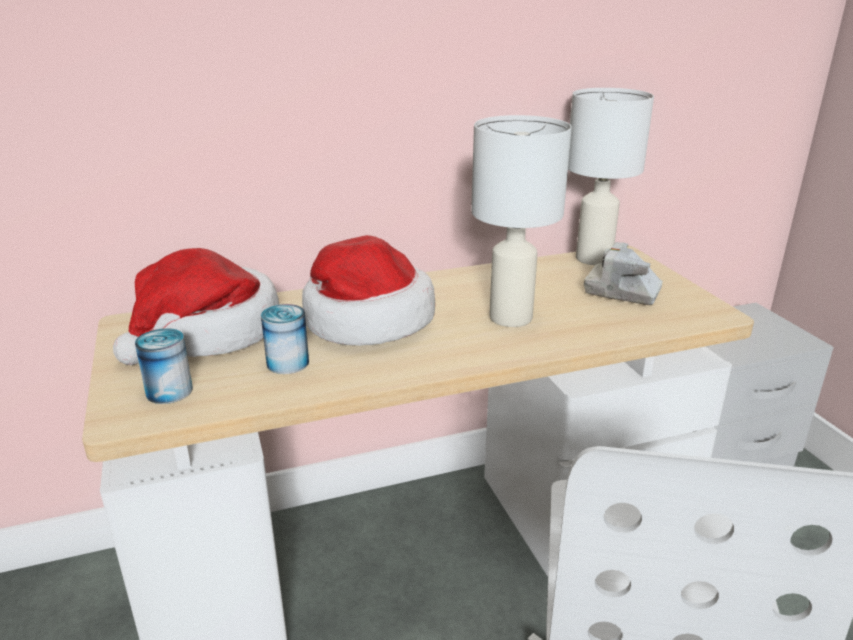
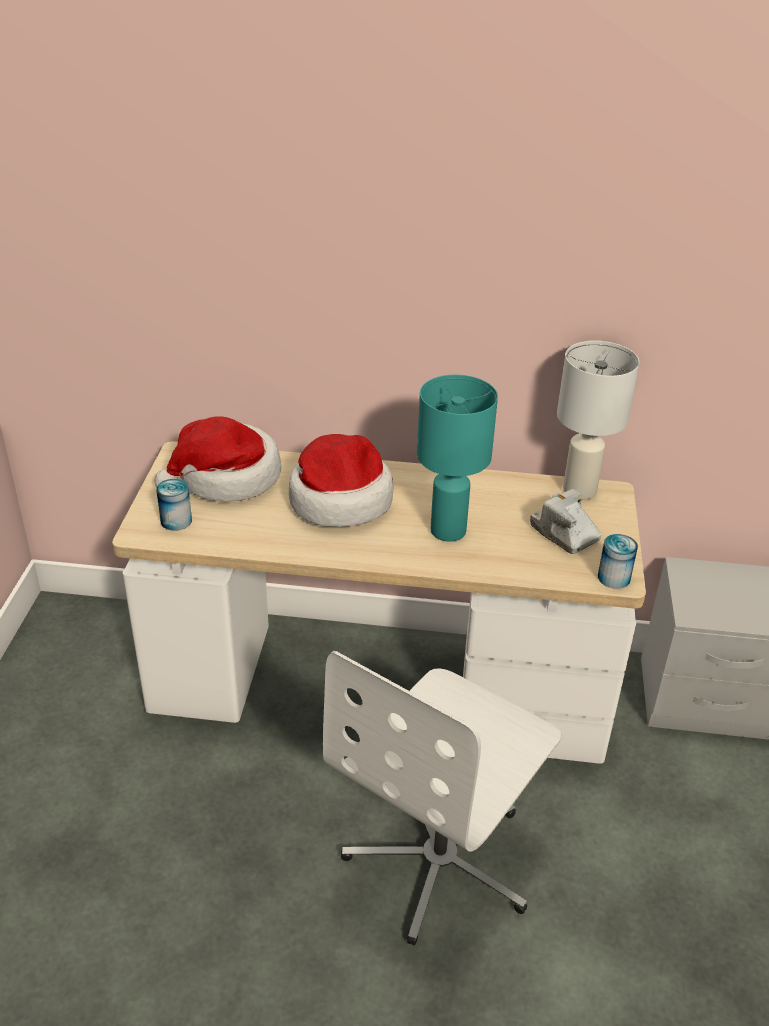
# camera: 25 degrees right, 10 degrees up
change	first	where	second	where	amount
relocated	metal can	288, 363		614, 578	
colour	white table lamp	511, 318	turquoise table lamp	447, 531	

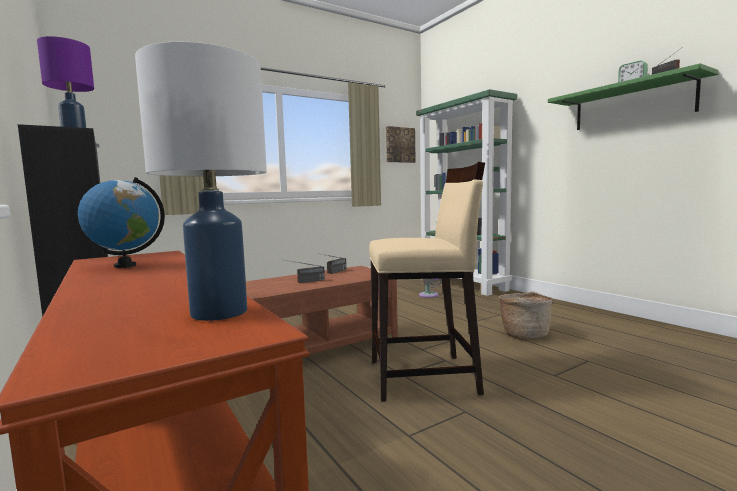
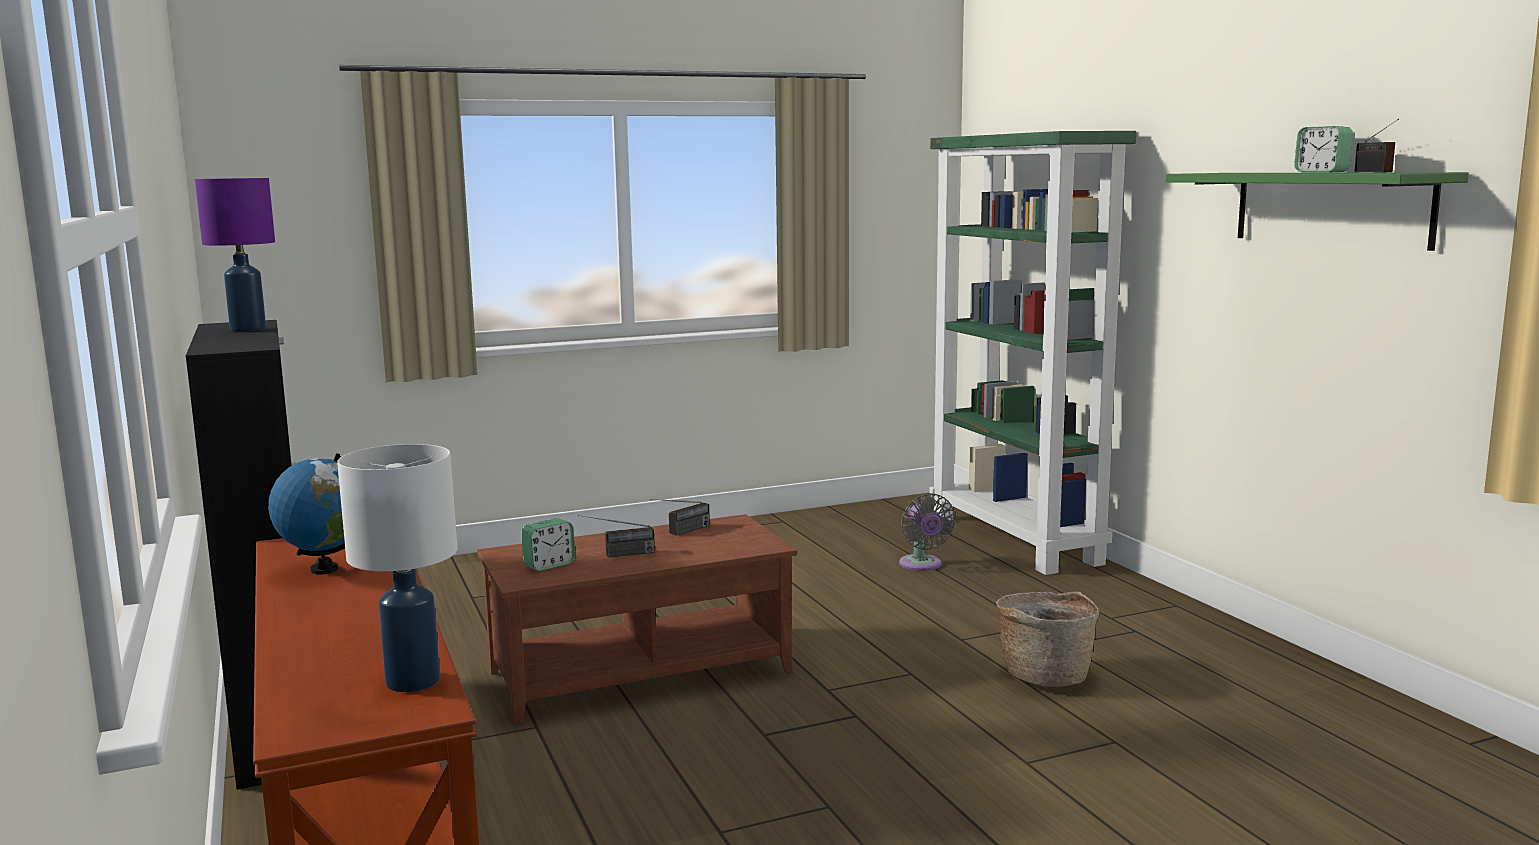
# camera: 10 degrees right, 5 degrees up
change	first	where	second	where	amount
missing	beige-coloured stool	424, 377			
missing	wall picture	400, 145			
appeared			table clock	549, 565	

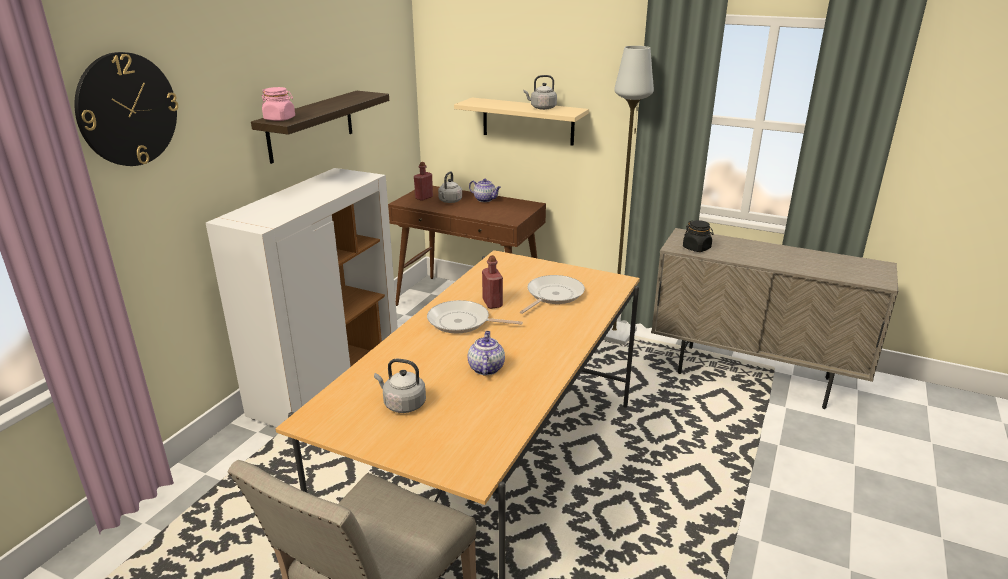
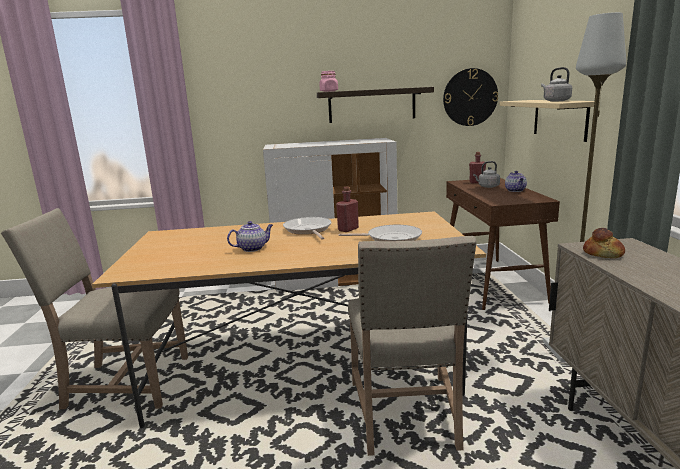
# camera: 60 degrees right, 10 degrees down
change	first	where	second	where	amount
relocated	wall clock	127, 110		470, 97	
missing	gray water kettle	402, 404			
exchanged	blackish jar	696, 248	baked bread	603, 253	
appeared			beige-coloured plain chair	406, 416	

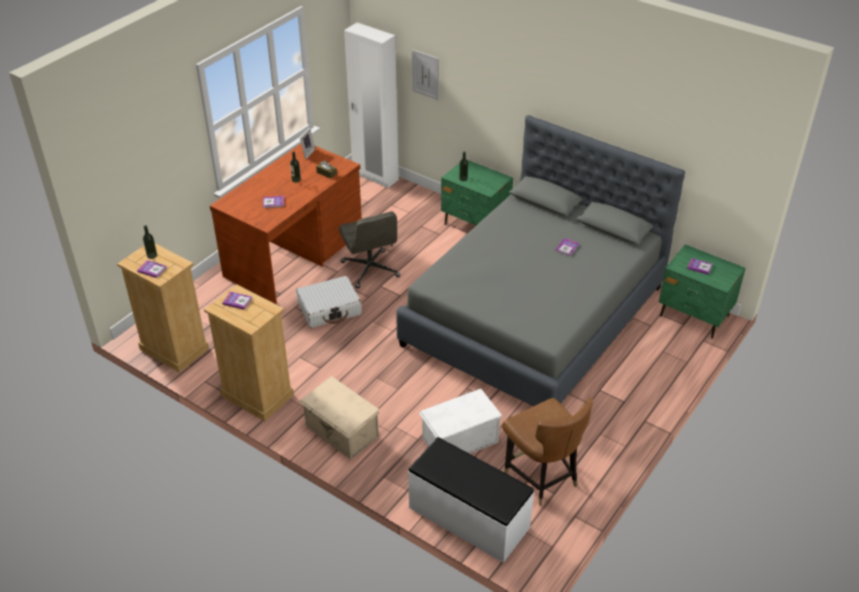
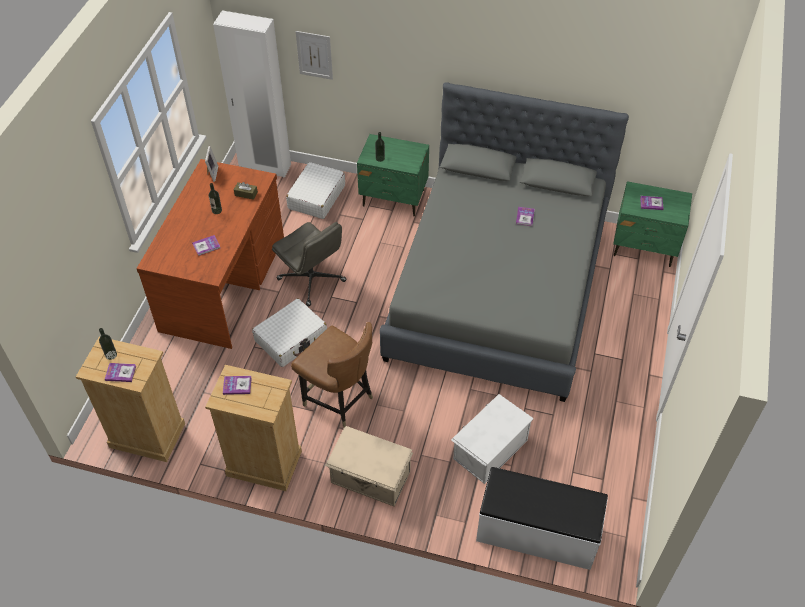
# camera: 20 degrees left, 10 degrees up
change	first	where	second	where	amount
relocated	brownish plain chair	542, 478		339, 399	
appeared			white piece of luggage	316, 197	

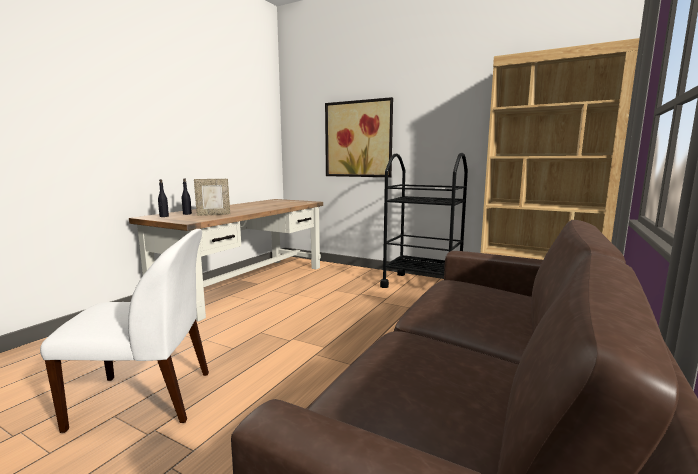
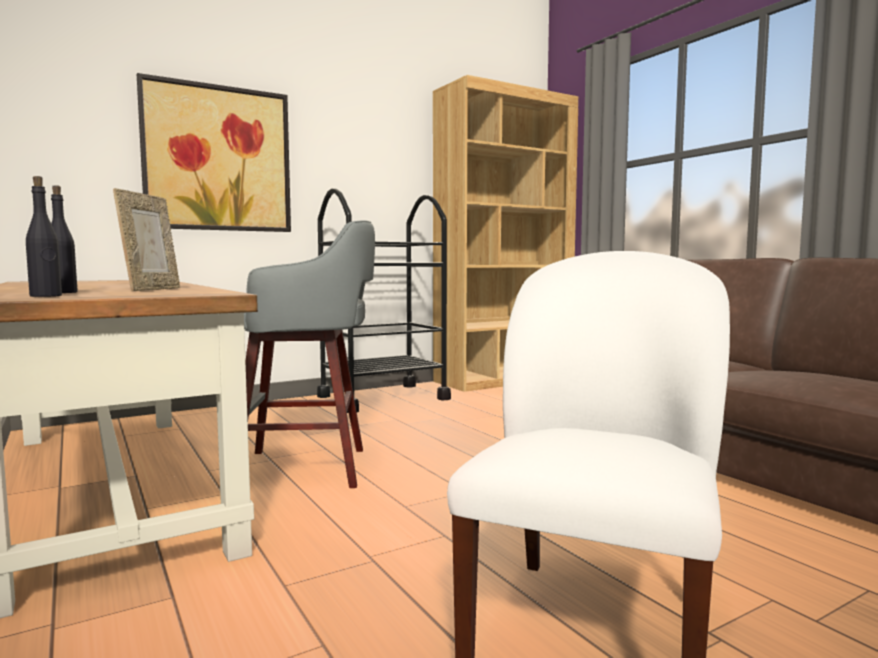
# camera: 60 degrees left, 5 degrees down
change	first	where	second	where	amount
appeared			gray stool	308, 468	

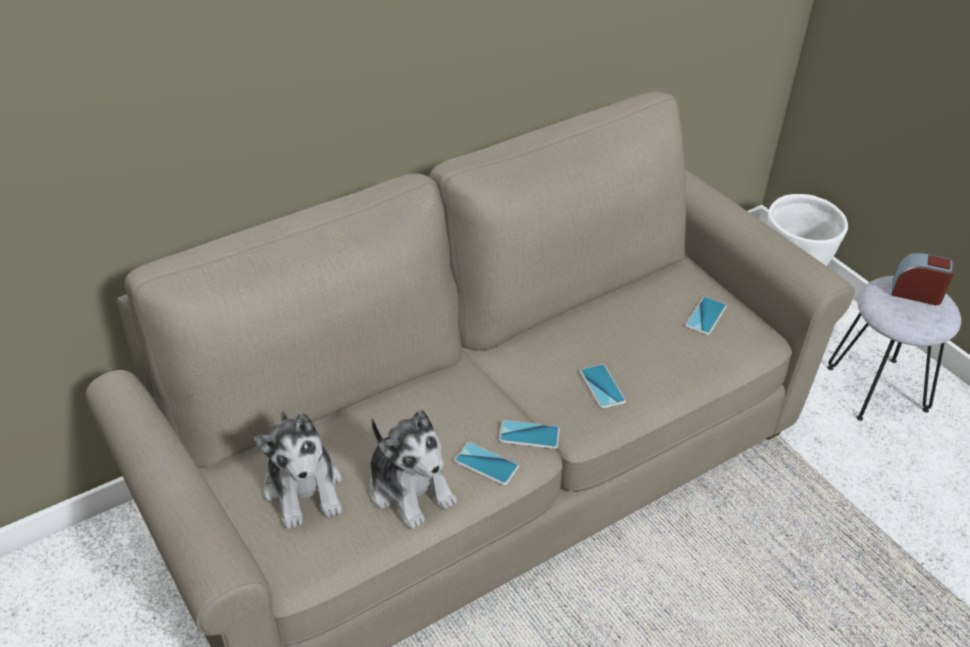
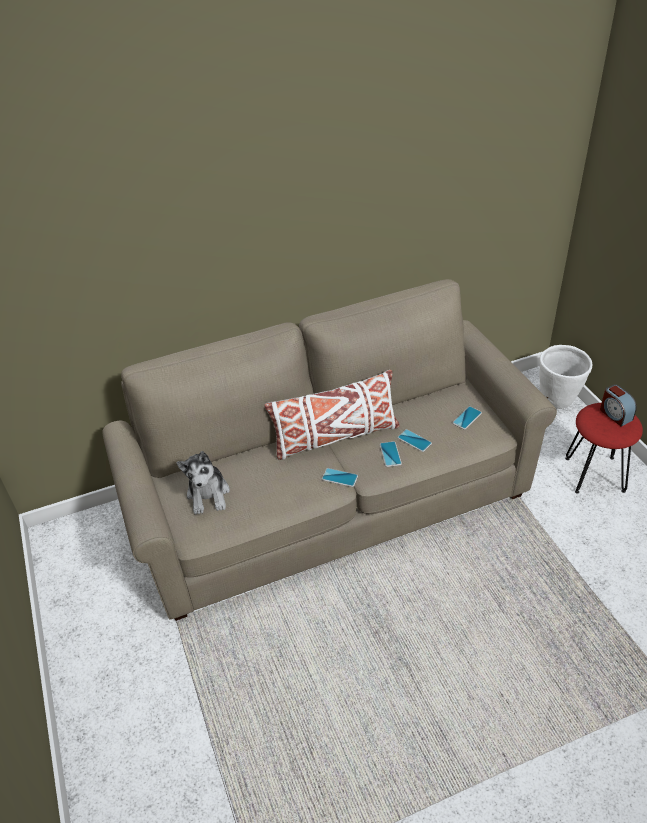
# camera: 15 degrees right, 0 degrees up
change	first	where	second	where	amount
missing	plush toy	410, 488			
relocated	telephone	486, 464		414, 441	
colour	gray stool	877, 388	red stool	595, 474	
spun	table clock	916, 292		615, 414	150 degrees counterclockwise
appeared			white cushion	335, 437	

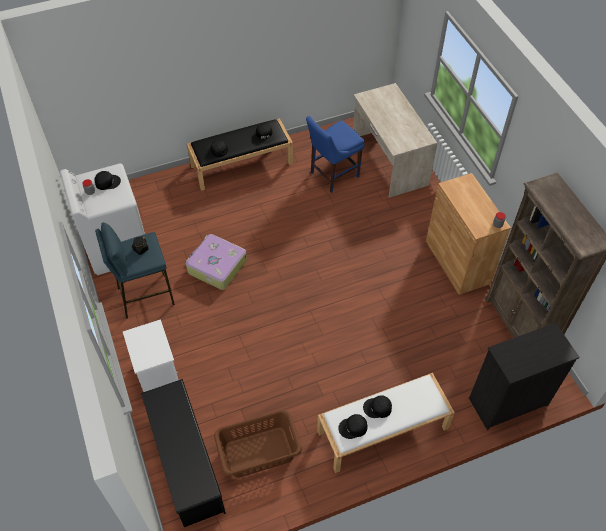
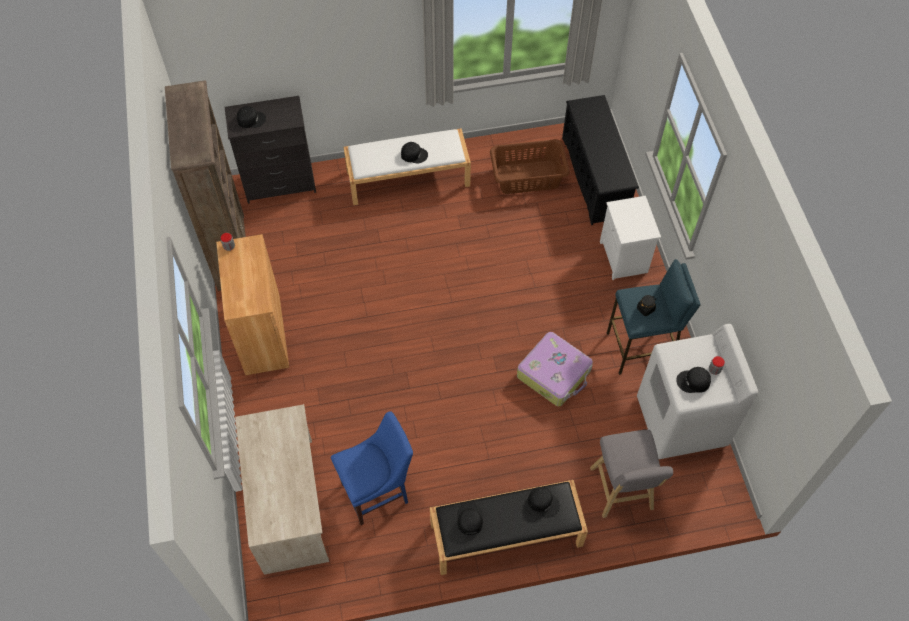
# camera: 170 degrees left, 5 degrees up
change	first	where	second	where	amount
relocated	blackish baseball cap	353, 428		251, 119	
appeared			gray stool	622, 492	

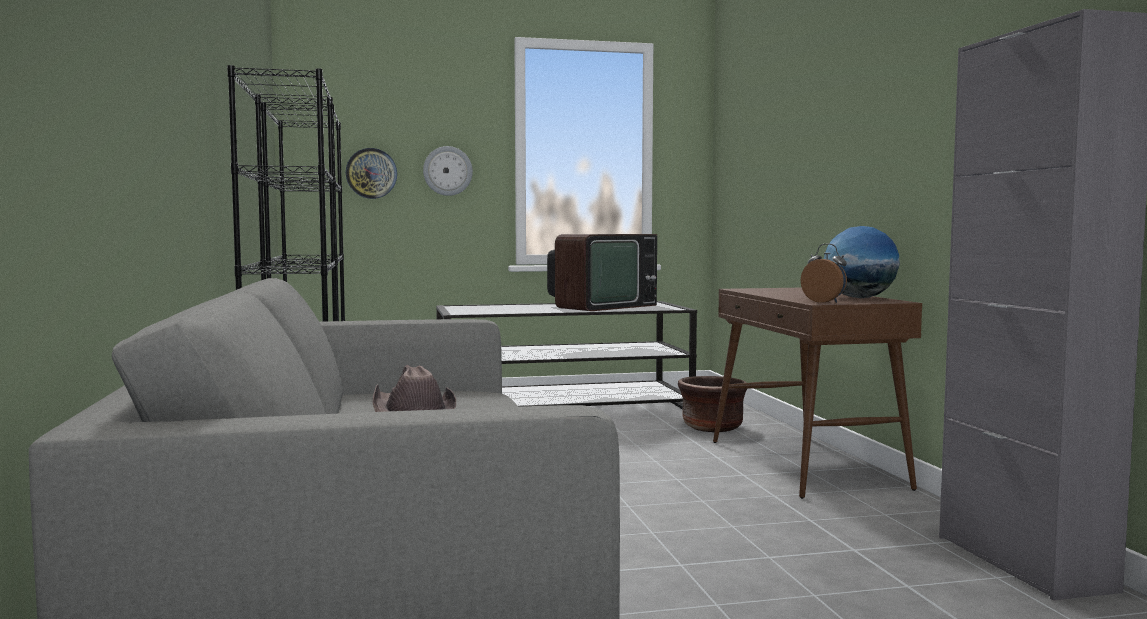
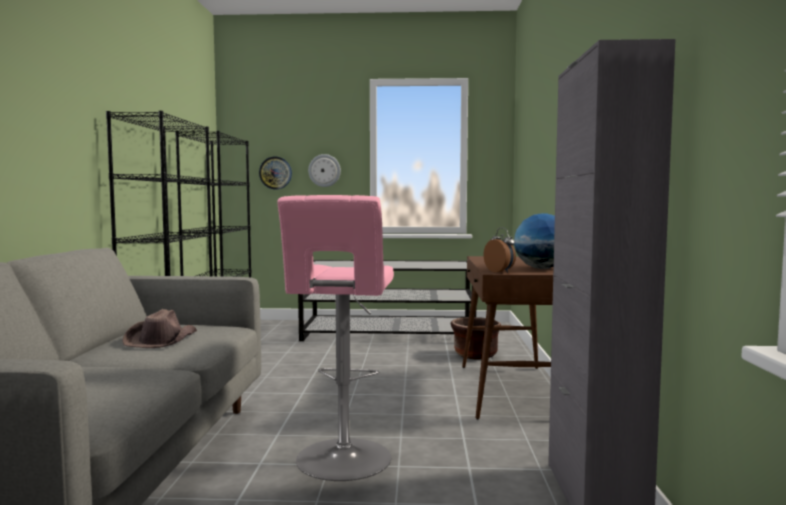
# camera: 15 degrees right, 0 degrees up
change	first	where	second	where	amount
missing	TV	601, 306			
appeared			pinkish stool	342, 462	

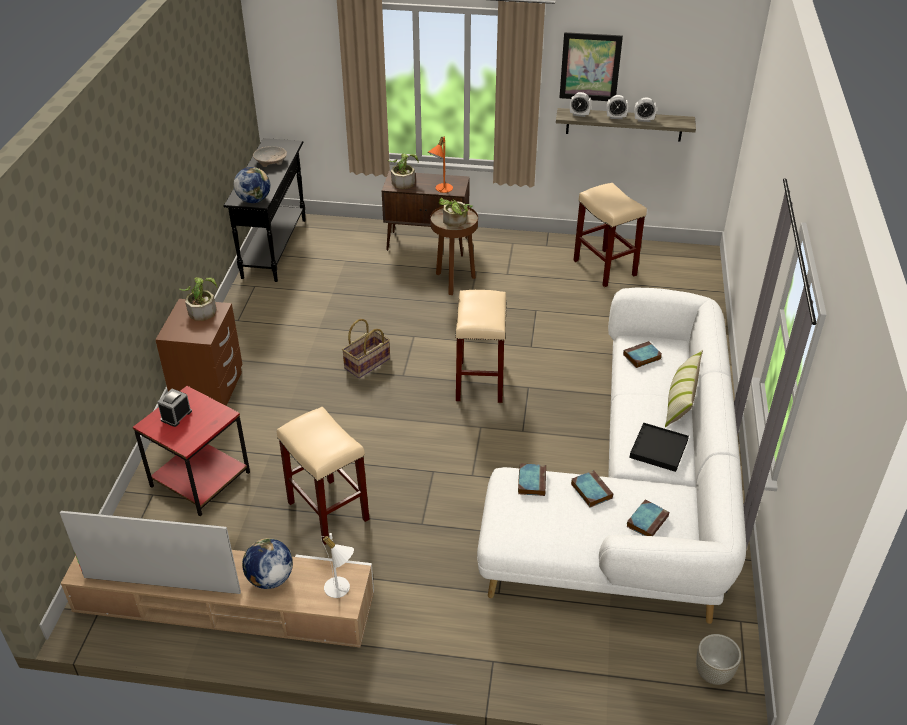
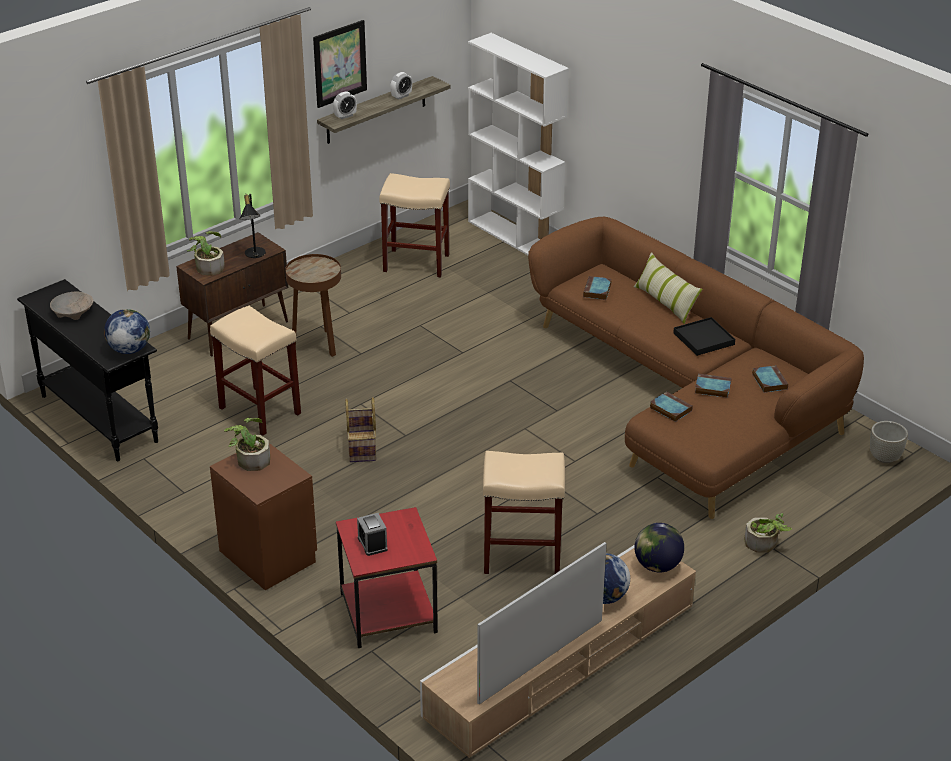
# camera: 50 degrees left, 5 degrees down
change	first	where	second	where	amount
exchanged	white table lamp	340, 590	desk globe	657, 565	
colour	orange table lamp	441, 189	blackish table lamp	254, 255	
relocated	plant in a pot	455, 222		764, 544	
relocated	beige-coloured stool	479, 381		258, 410	
colour	white sofa	635, 494	brownish sofa	689, 396	
missing	table clock	616, 117			
appeared			white bookcase	515, 236	

